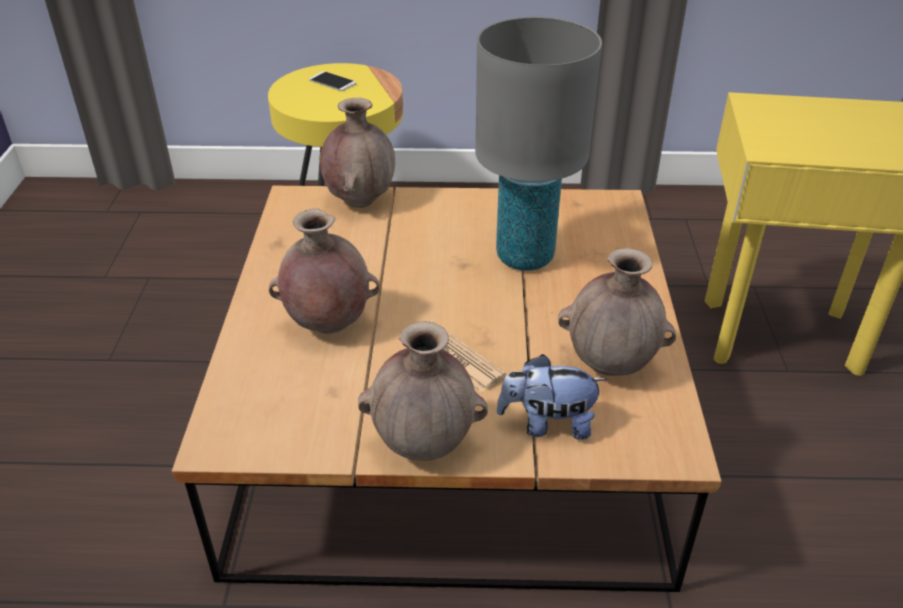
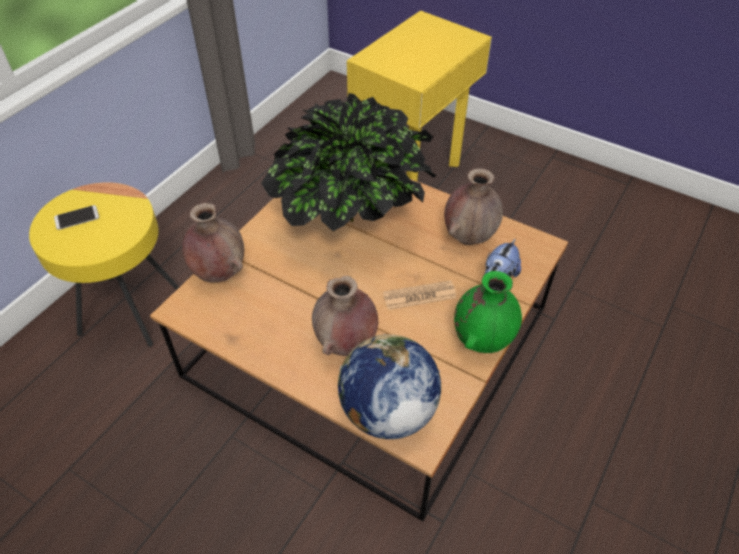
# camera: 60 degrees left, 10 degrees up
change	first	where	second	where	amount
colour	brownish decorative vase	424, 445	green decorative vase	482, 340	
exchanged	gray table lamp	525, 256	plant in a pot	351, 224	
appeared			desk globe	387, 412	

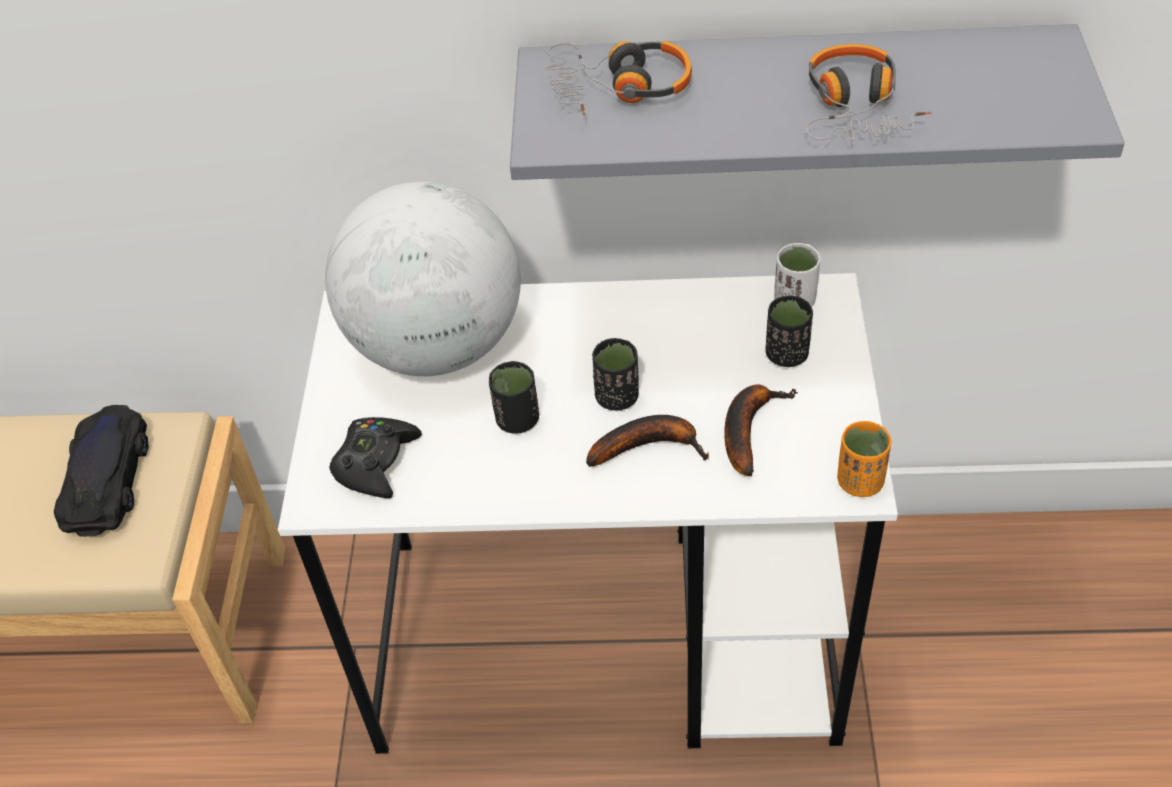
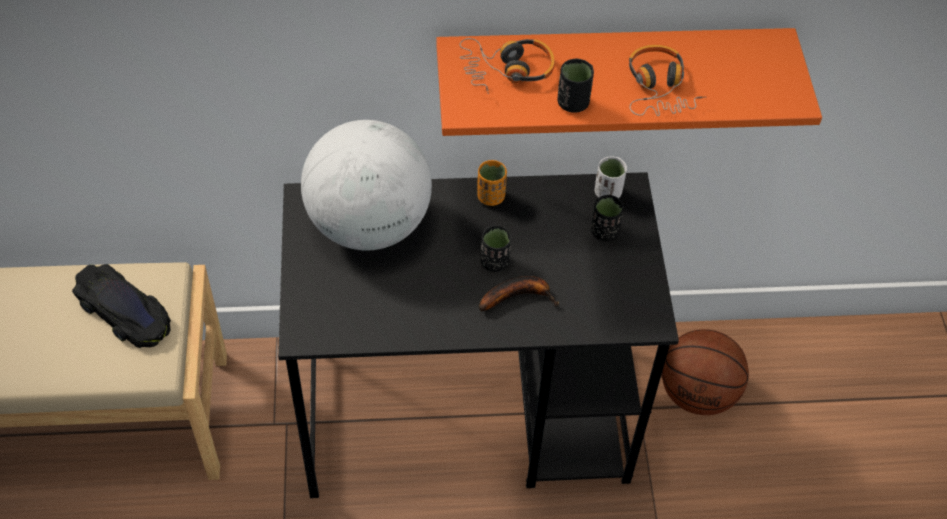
# camera: 10 degrees left, 5 degrees up
change	first	where	second	where	amount
spun	blackish toy car	108, 477		124, 312	135 degrees clockwise
colour	white desk table	611, 638	blackish desk table	469, 414	
missing	blackish joypad	376, 463			
relocated	blackish cup	517, 420		573, 103	
colour	gray shelf	790, 102	orange shelf	611, 70	
missing	banana fruit	748, 428			
relocated	orange cup	860, 481		491, 196	
appeared			ball for basketball	698, 393	

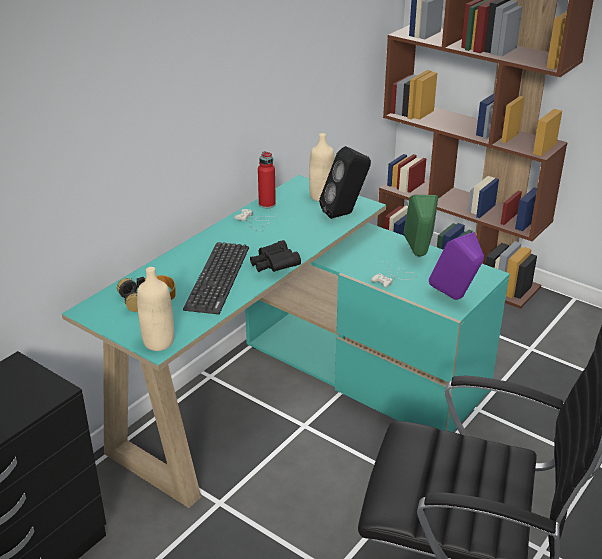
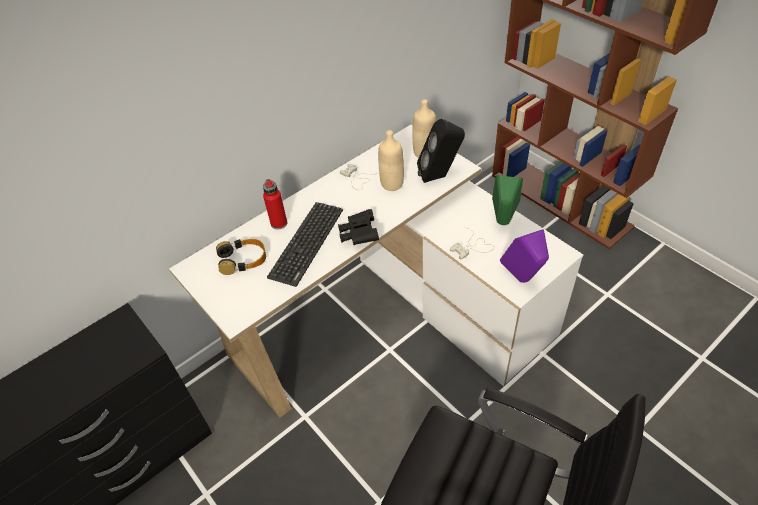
# camera: 15 degrees right, 15 degrees up
change	first	where	second	where	amount
colour	turquoise desk table	294, 394	white desk table	388, 317	
relocated	beige-coloured beverage bottle	158, 342		392, 184	
relocated	red beverage bottle	267, 204		279, 223	

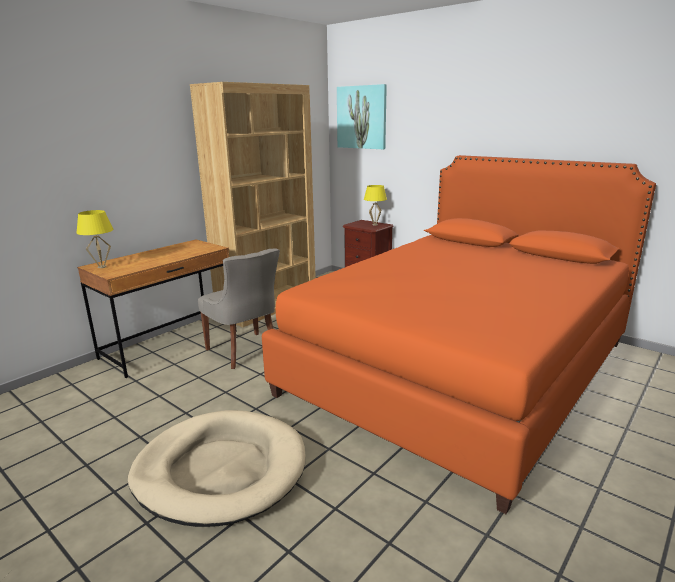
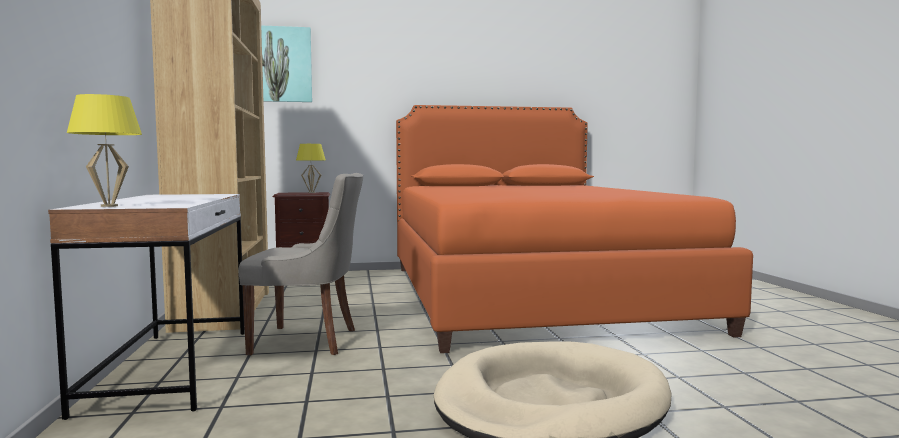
# camera: 50 degrees left, 15 degrees down
change	first	where	second	where	amount
colour	brownish desk table	170, 345	white desk table	172, 368	

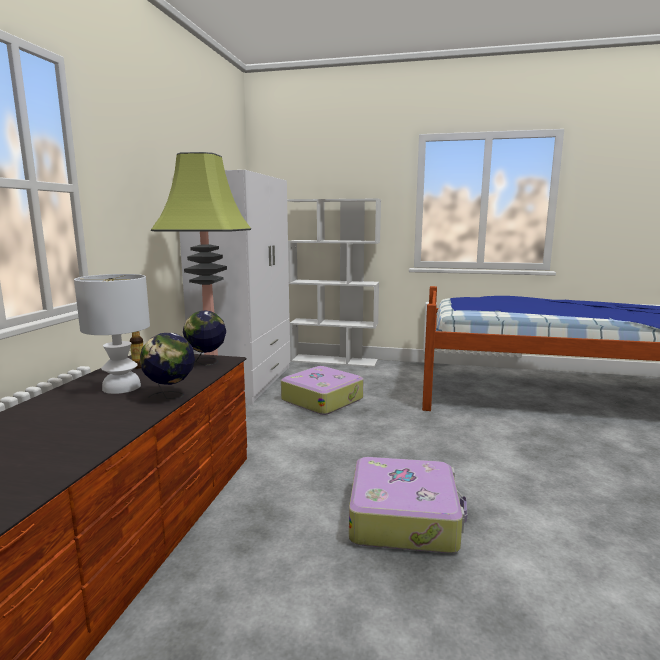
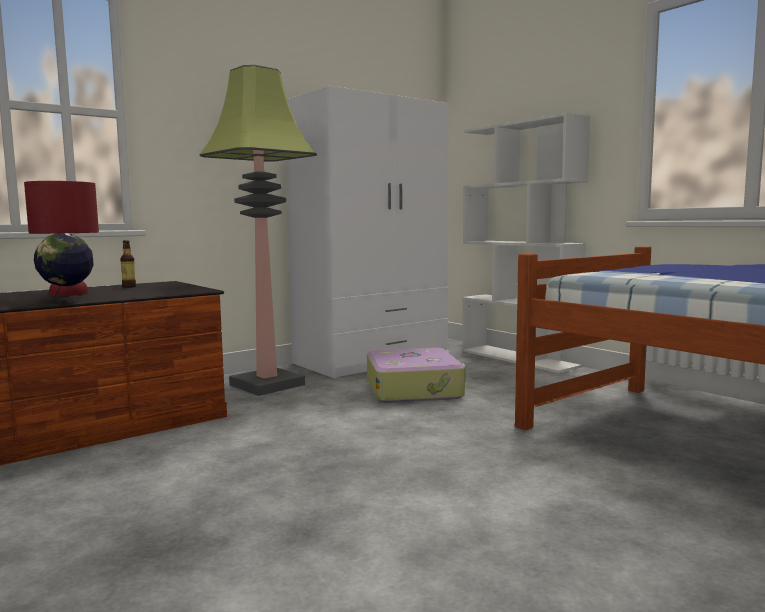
# camera: 40 degrees right, 5 degrees down
change	first	where	second	where	amount
colour	white table lamp	121, 387	red table lamp	69, 293	
missing	desk globe	206, 362			
missing	piece of luggage	404, 517			

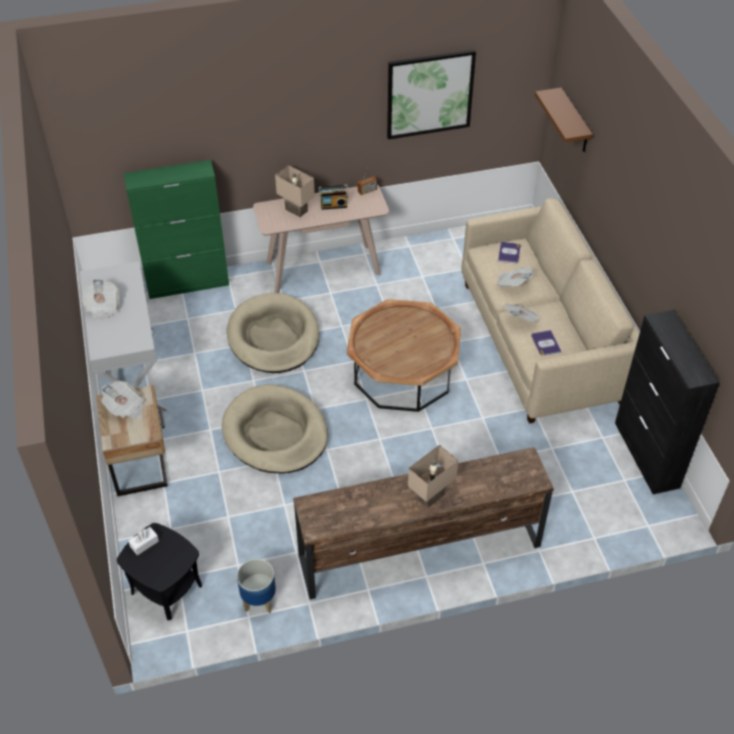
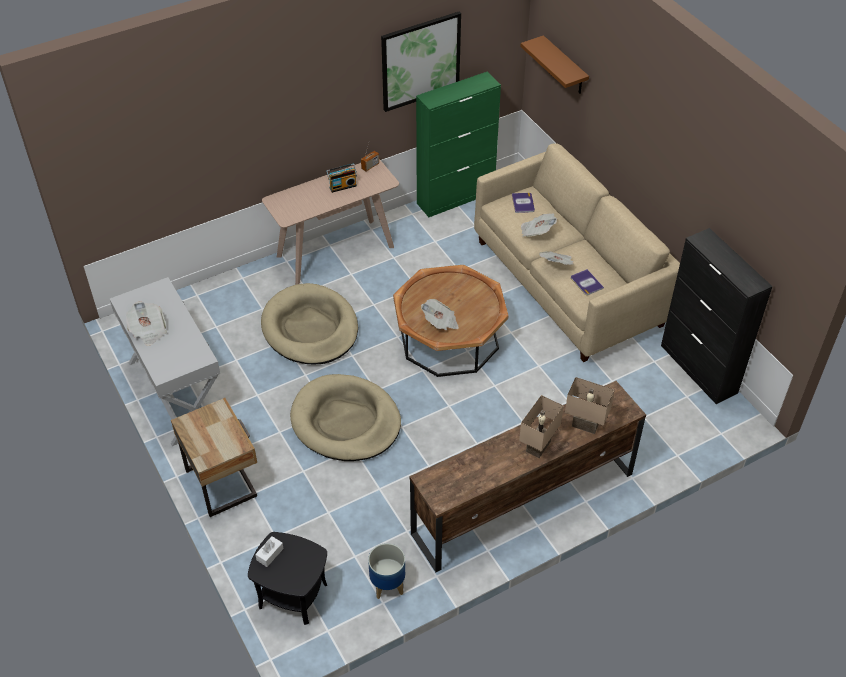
# camera: 15 degrees left, 0 degrees up
change	first	where	second	where	amount
relocated	printed paper	125, 408		440, 322	
relocated	green cabinet	188, 283		456, 197	
relocated	beige-coloured table lamp	297, 210		586, 424	

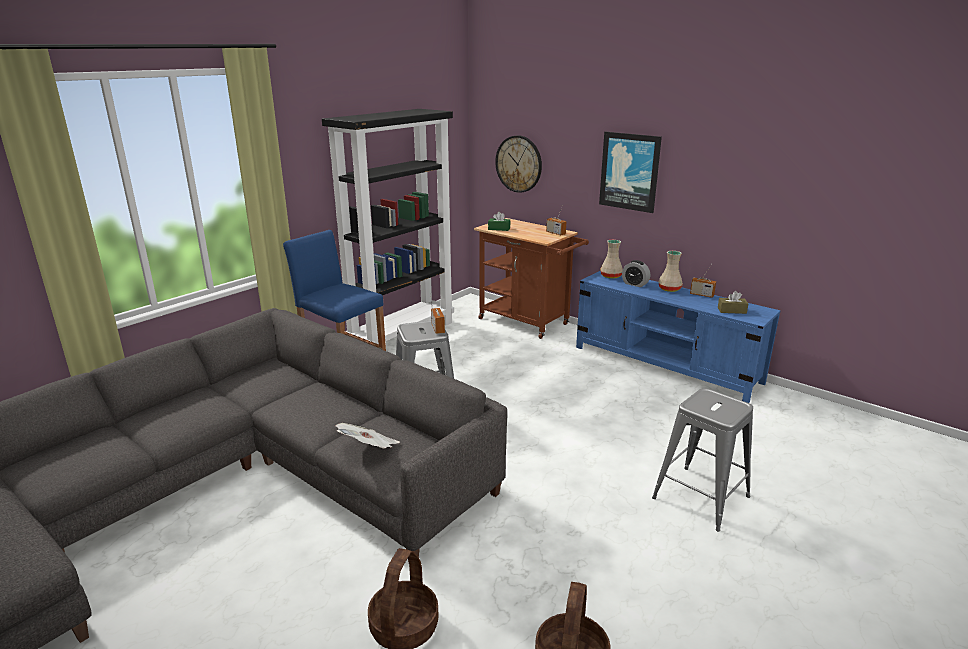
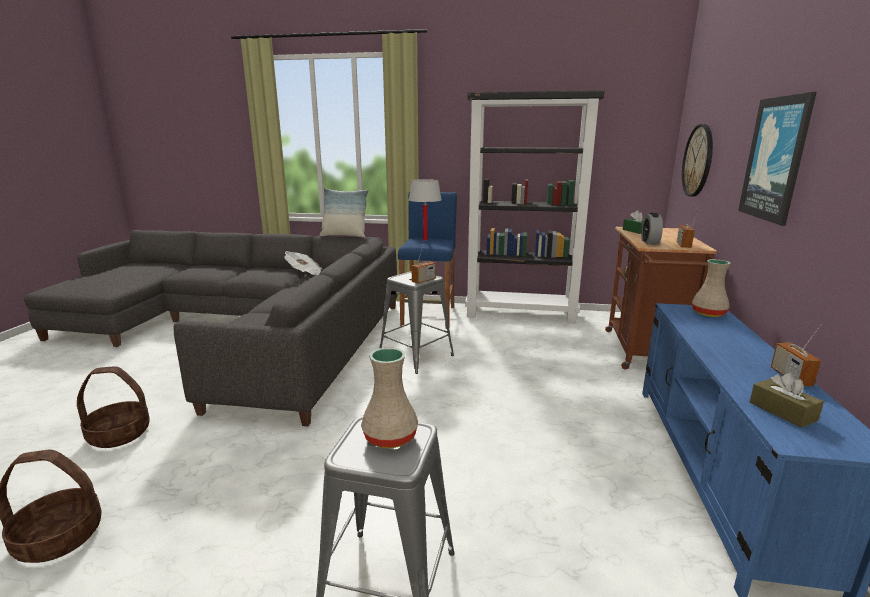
# camera: 60 degrees right, 5 degrees down
change	first	where	second	where	amount
relocated	printed paper	369, 449		305, 273	
relocated	table clock	635, 284		650, 242	
relocated	beige-coloured decorative vase	669, 289		389, 436	
appeared			cushion	344, 236	
appeared			white table lamp	425, 240	

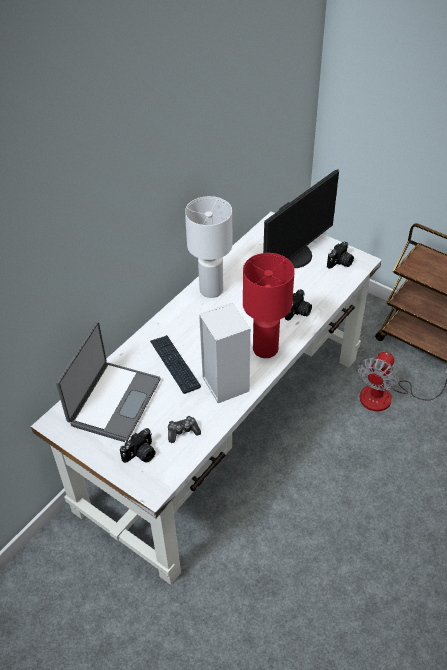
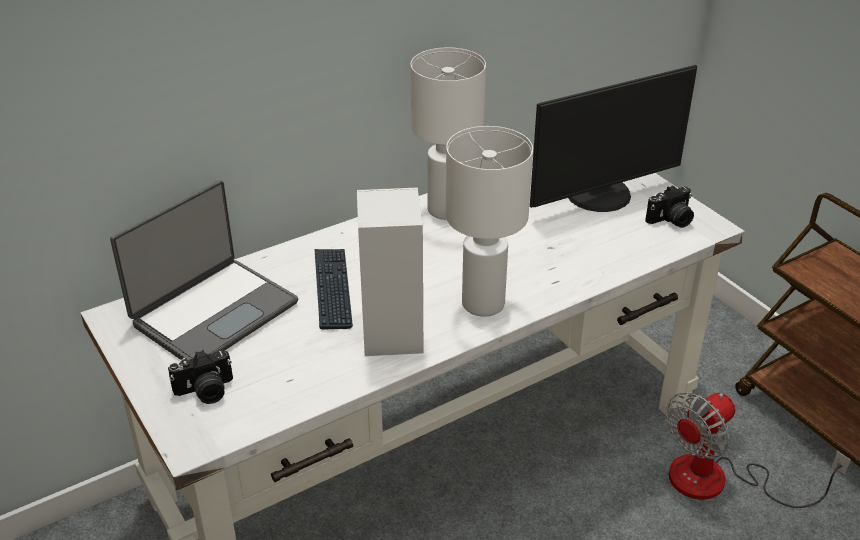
# camera: 20 degrees right, 10 degrees down
change	first	where	second	where	amount
missing	joypad	183, 432			
colour	red table lamp	264, 349	white table lamp	482, 303	
missing	still camera	298, 312			

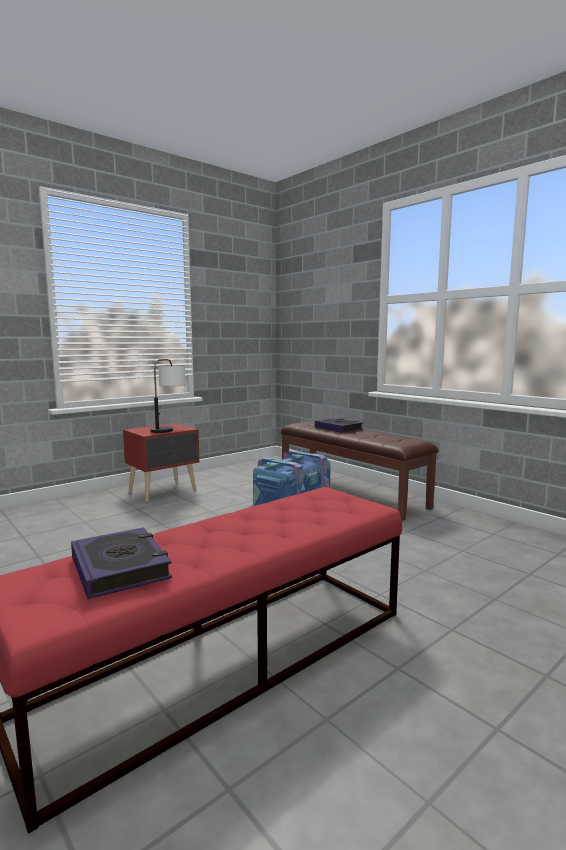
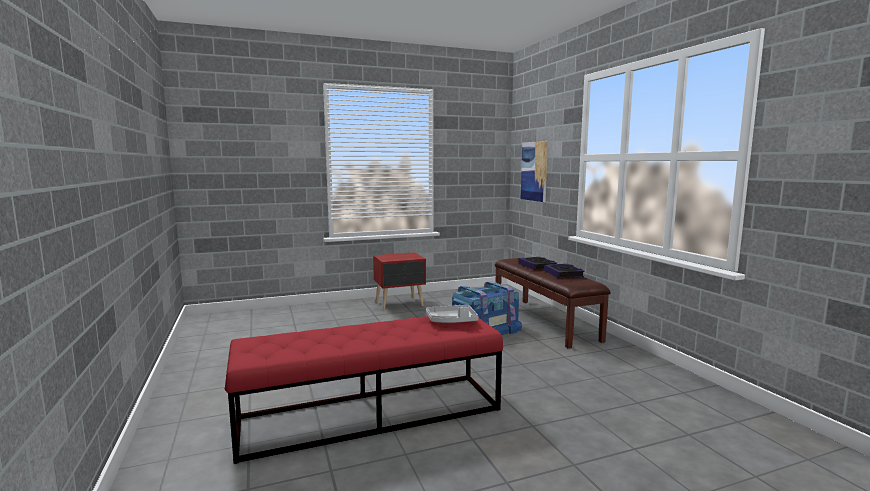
# camera: 20 degrees right, 0 degrees up
change	first	where	second	where	amount
relocated	volume	120, 568		563, 274	
missing	table lamp	169, 429			
appeared			gray carrying tray	451, 321	
appeared			wall picture	534, 171	

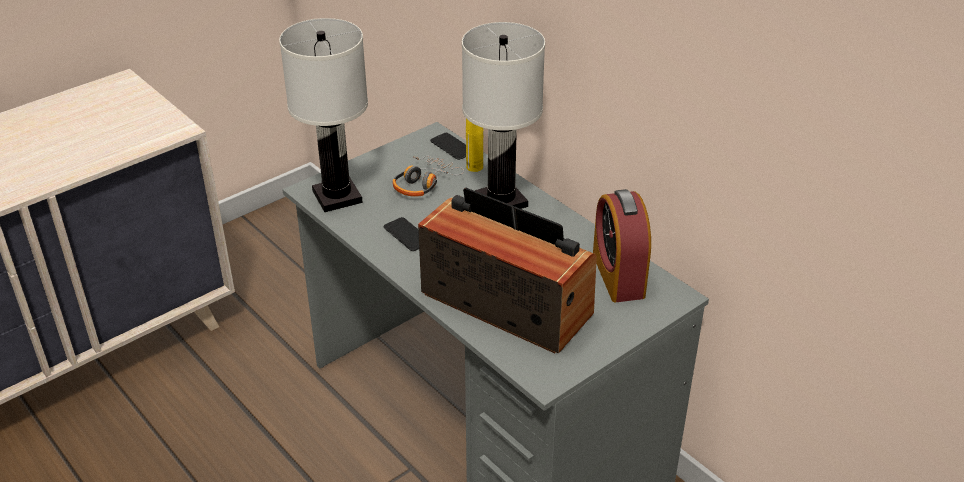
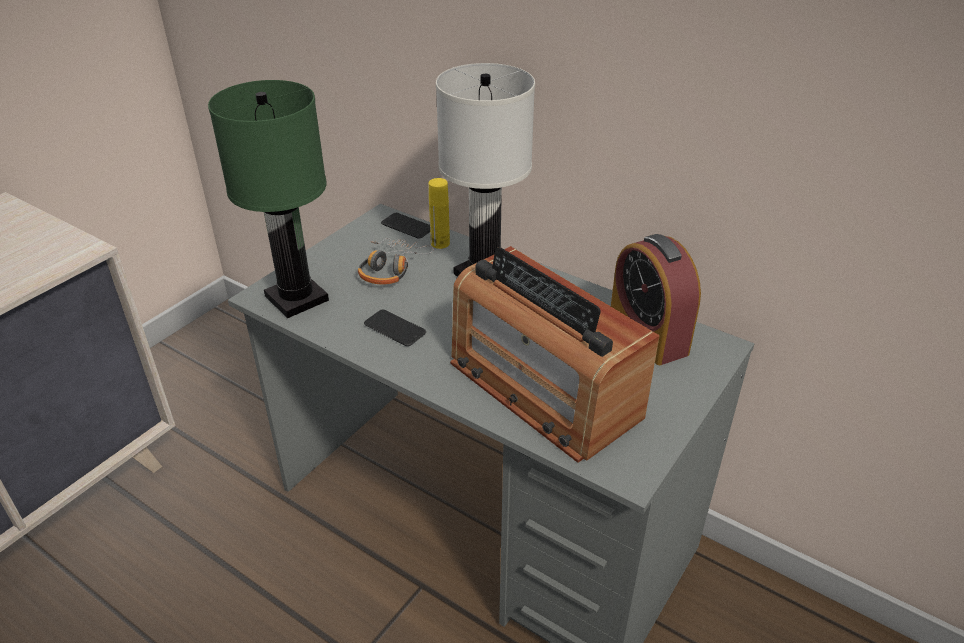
# camera: 15 degrees left, 0 degrees up
change	first	where	second	where	amount
colour	white table lamp	336, 197	green table lamp	296, 299	
spun	radio receiver	507, 303		542, 388	150 degrees counterclockwise

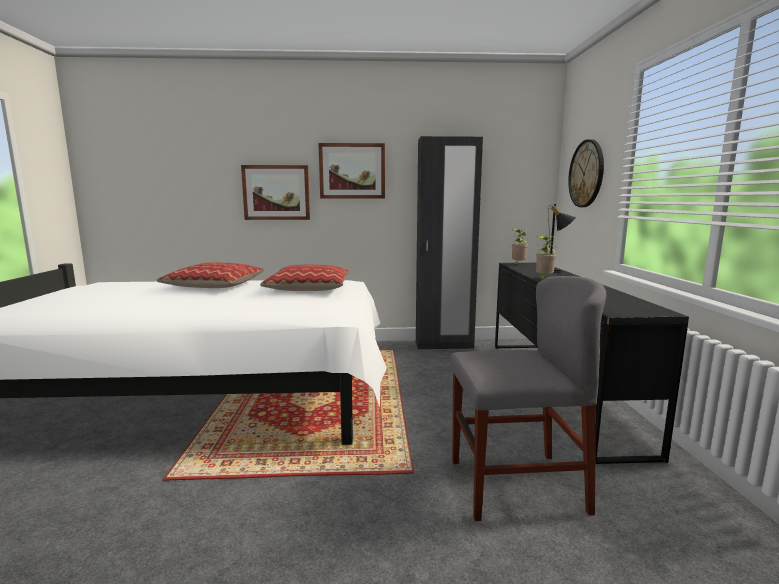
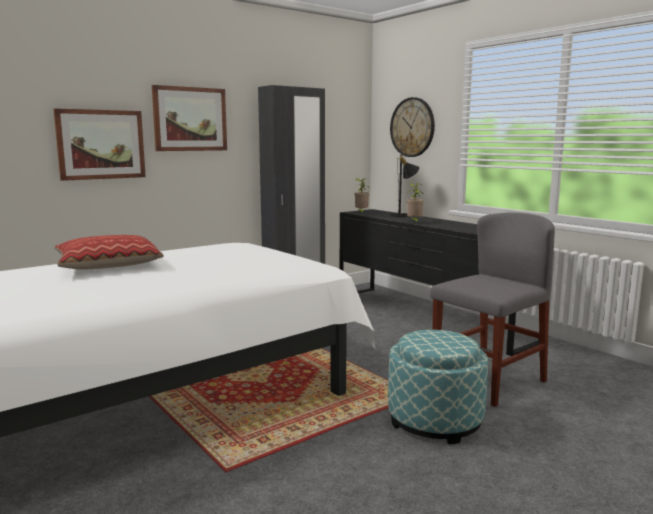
# camera: 35 degrees left, 0 degrees up
change	first	where	second	where	amount
missing	cushion	308, 289			
appeared			footrest	435, 420	

